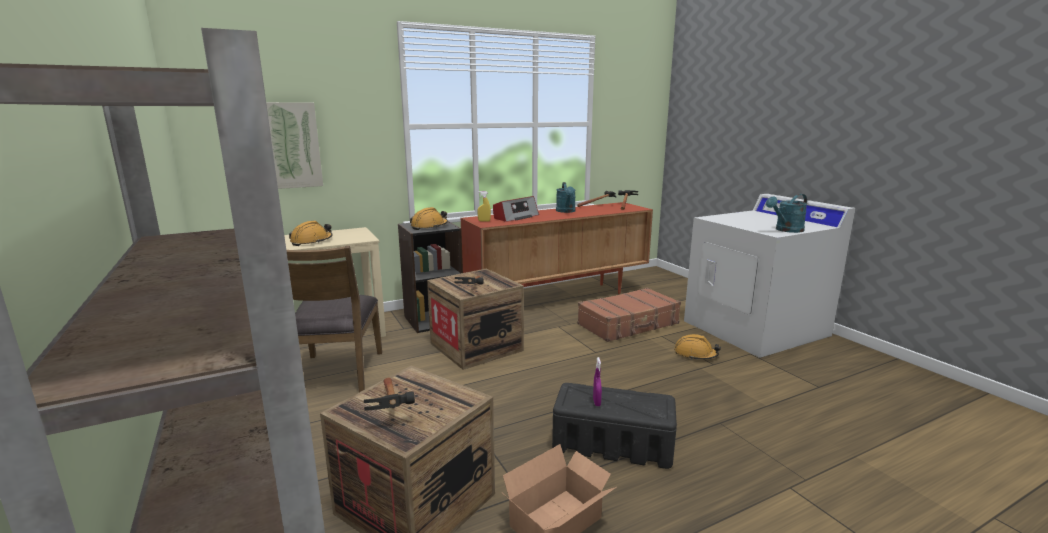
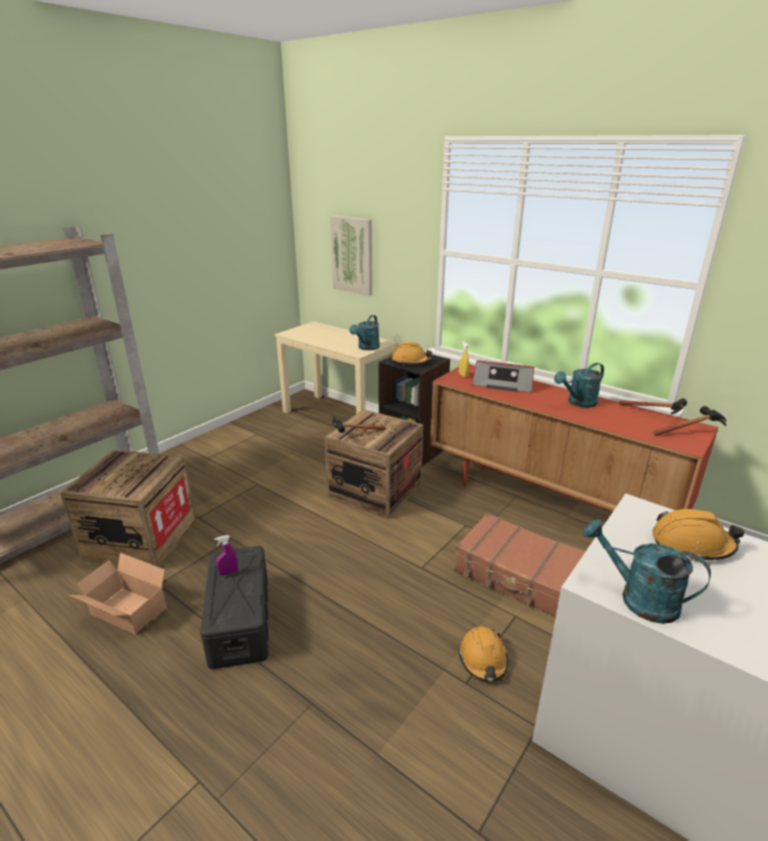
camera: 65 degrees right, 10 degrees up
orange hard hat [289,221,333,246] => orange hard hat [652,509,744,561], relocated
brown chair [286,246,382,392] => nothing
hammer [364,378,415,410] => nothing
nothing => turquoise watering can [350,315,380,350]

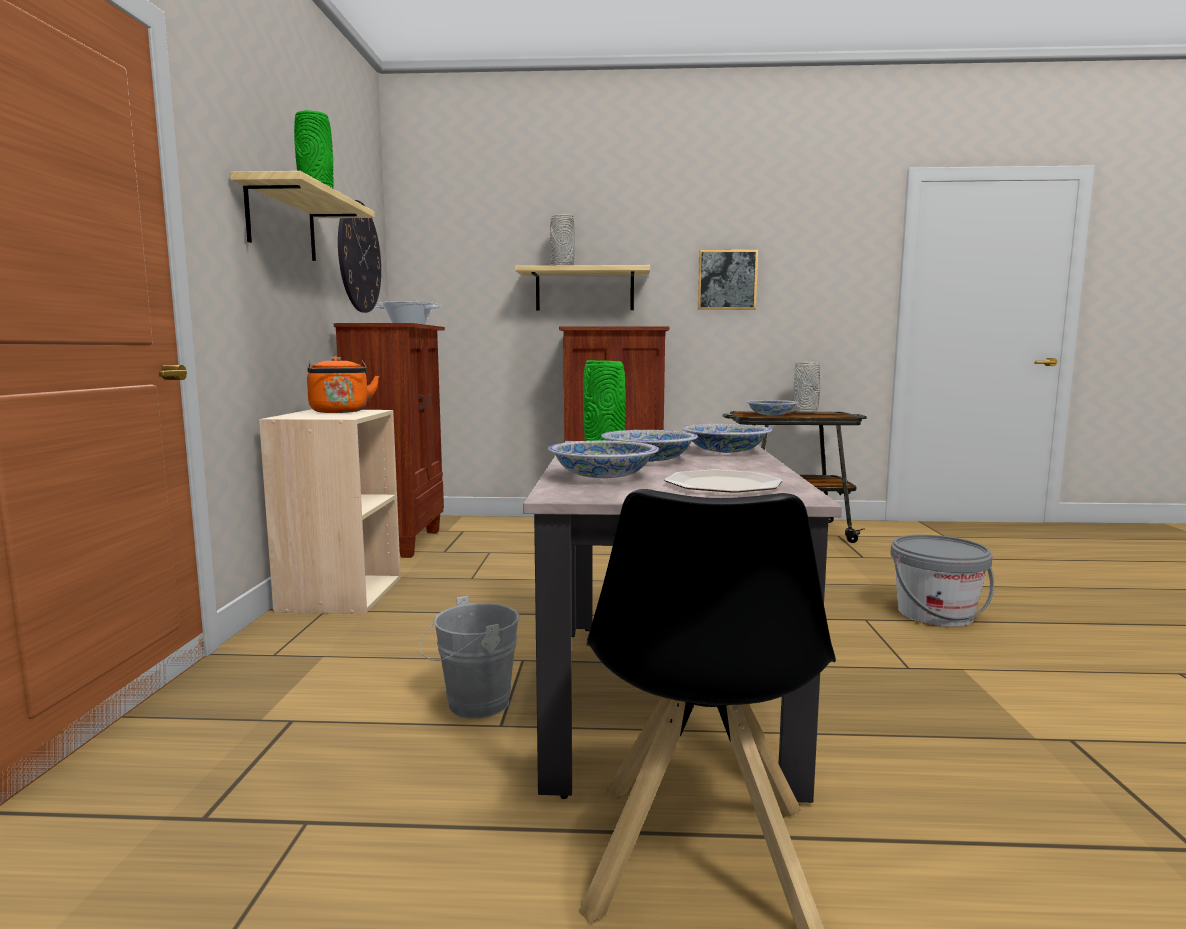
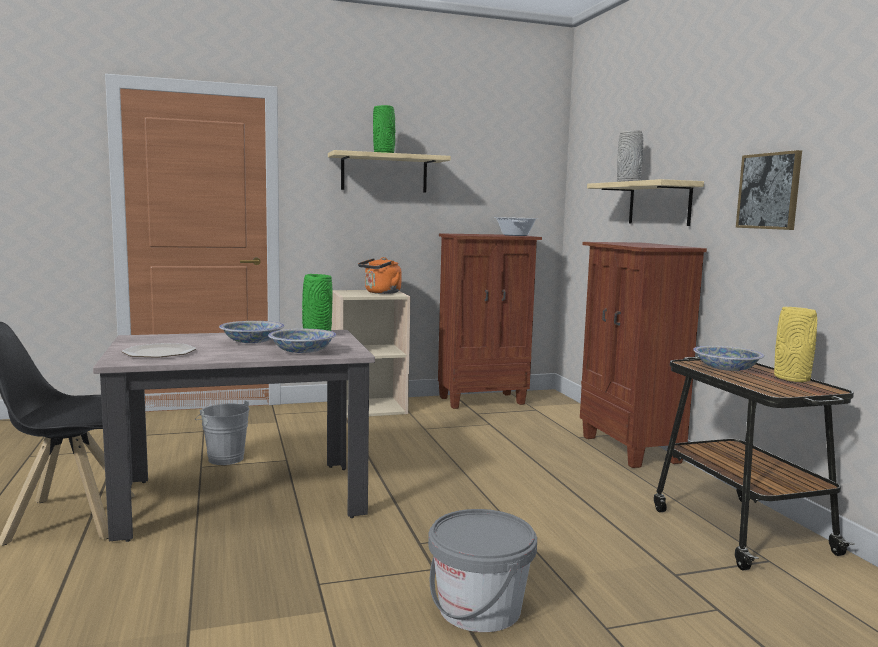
camera: 70 degrees right, 0 degrees up
wall clock [338,200,381,313] => nothing
grey vase [794,362,820,413] => yellow vase [774,307,817,382]
bowl [548,441,659,478] => nothing

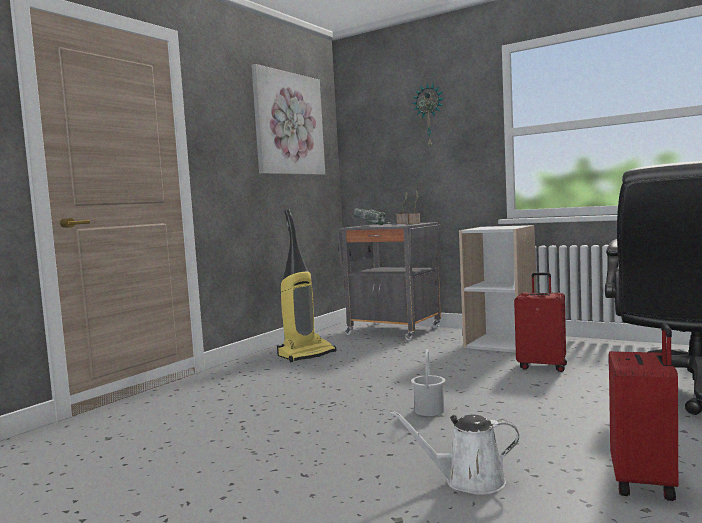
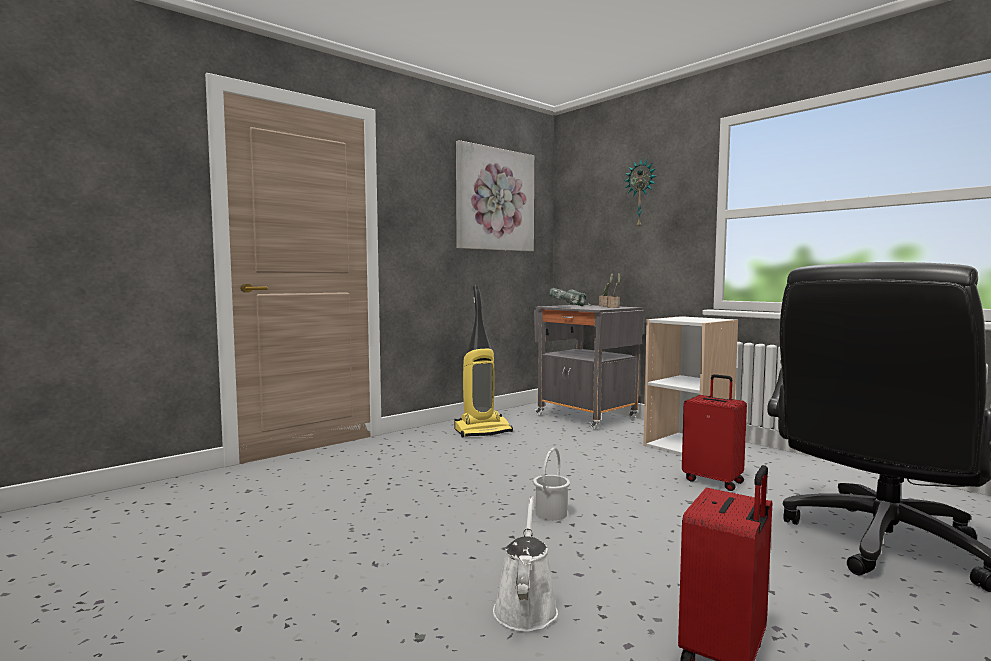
camera: 15 degrees right, 0 degrees up
white watering can [390,410,519,495] => white watering can [493,496,558,632], 75 degrees clockwise

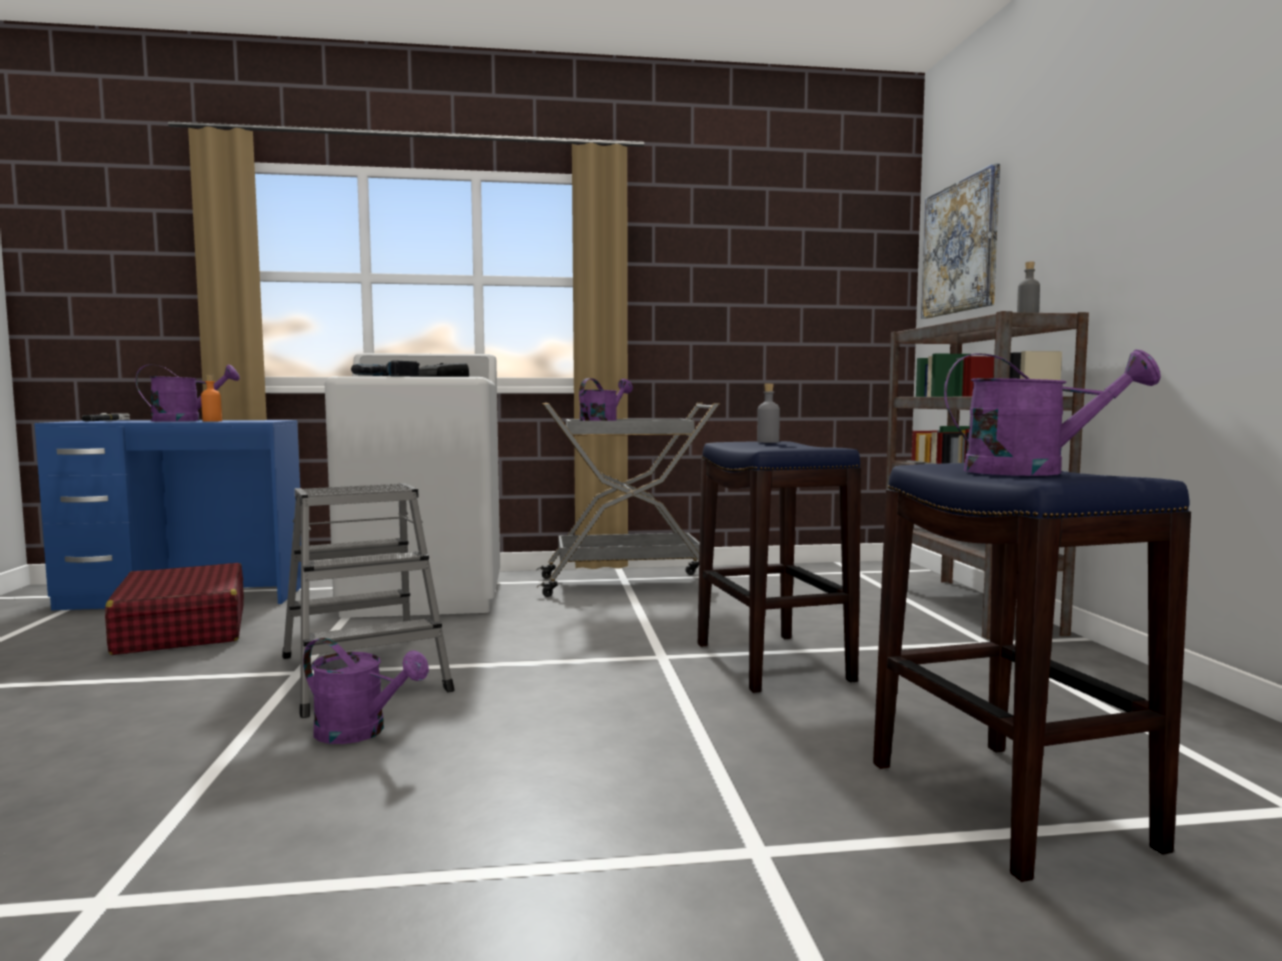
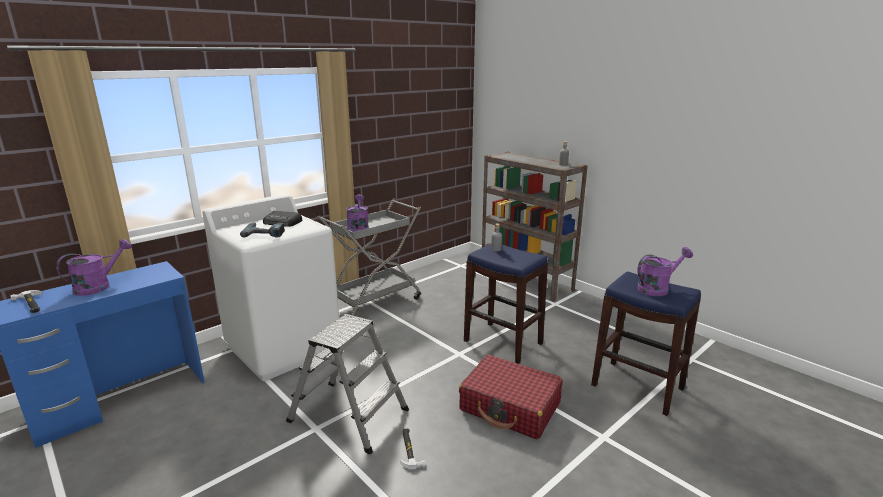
camera: 35 degrees left, 15 degrees up
picture [921,163,1000,319] => nothing
orange bottle [201,375,222,422] => nothing
red suitcase [105,563,244,655] => red suitcase [459,355,563,439], relocated
purple watering can [303,638,429,744] => hammer [400,429,426,469]

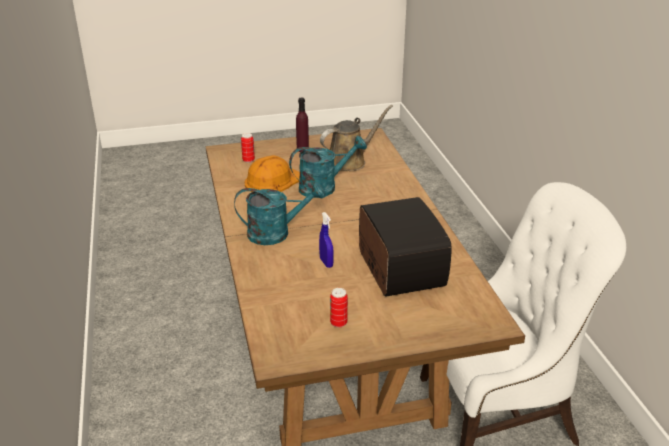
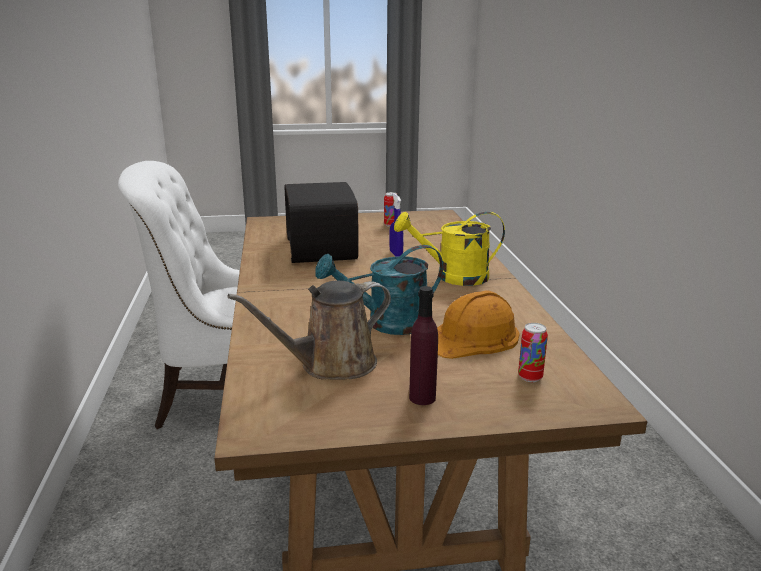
camera: 175 degrees left, 10 degrees down
turquoise watering can [234,182,325,245] => yellow watering can [394,212,505,286]

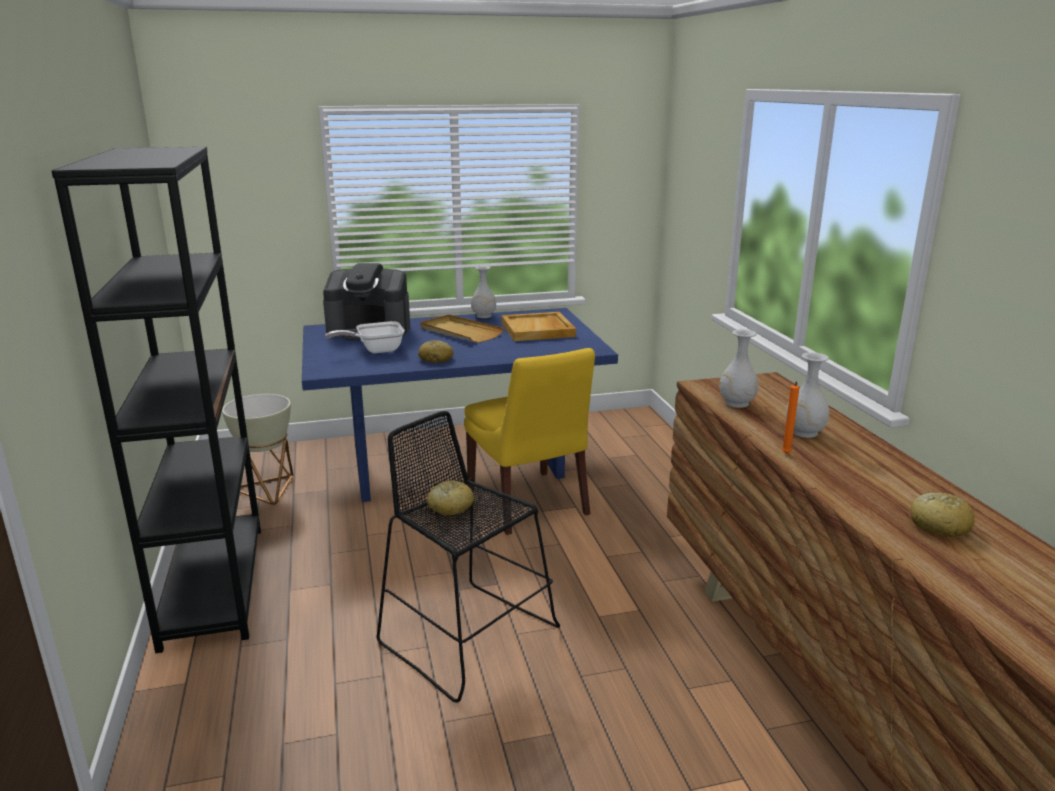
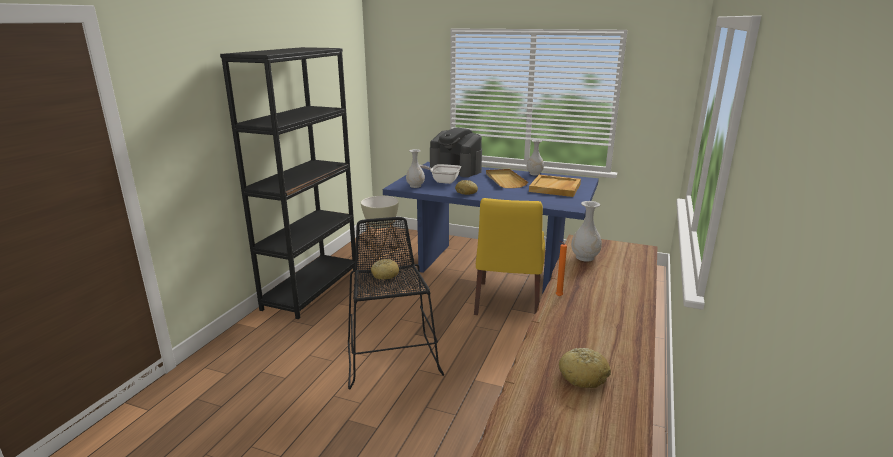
camera: 35 degrees right, 0 degrees up
white vase [786,352,829,438] => white vase [406,149,425,188], relocated

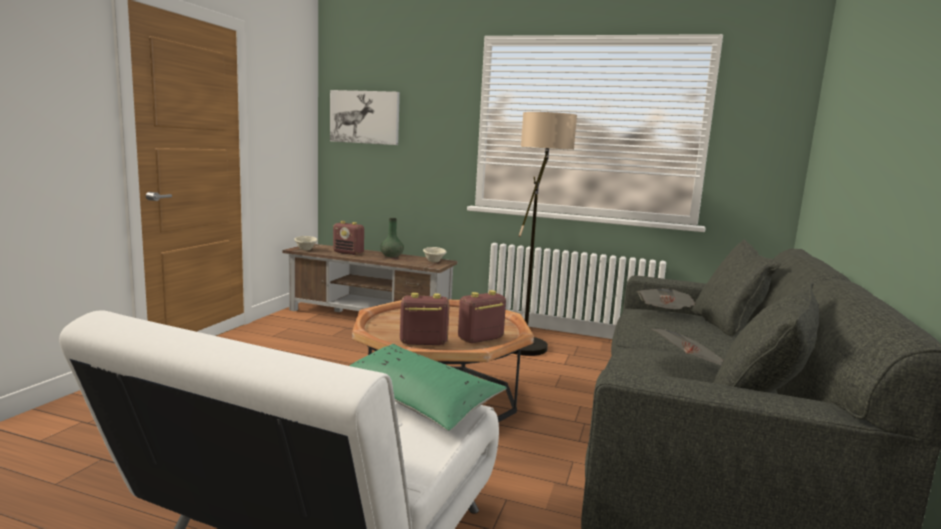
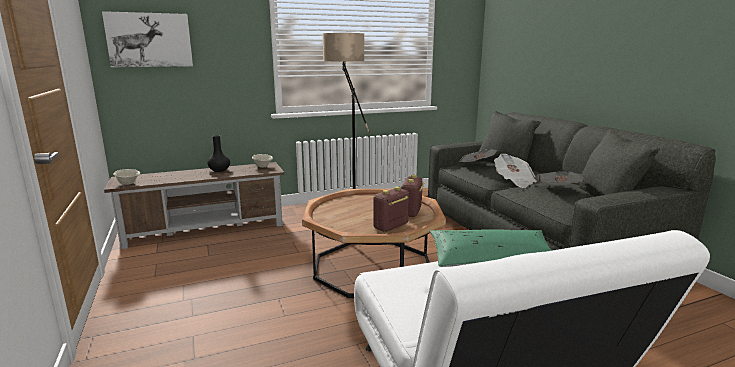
camera: 40 degrees left, 5 degrees up
green vase [380,218,404,257] => black vase [207,135,230,172]
radio [333,221,364,255] => nothing
nothing => newspaper [494,154,537,188]

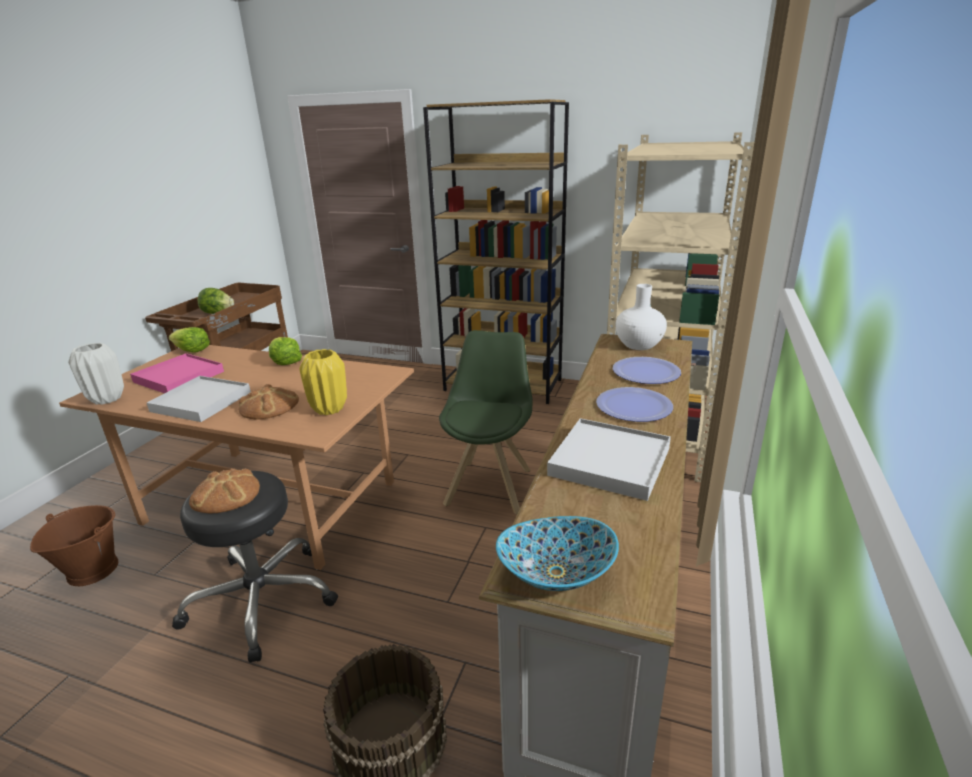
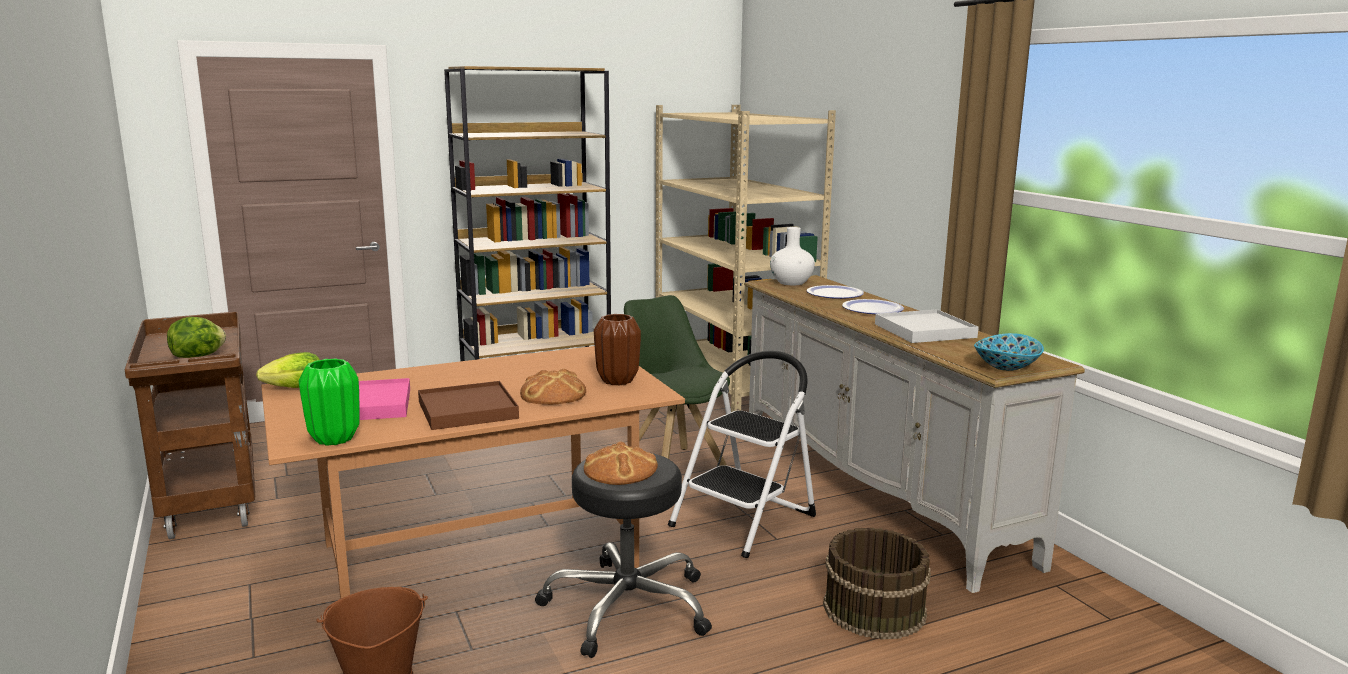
camera: 45 degrees left, 10 degrees down
lettuce [269,337,302,365] => nothing
white vase [68,343,124,405] => green vase [299,358,360,446]
yellow vase [299,349,347,415] => brown vase [594,314,641,385]
white tray [147,376,251,422] => brown tray [418,381,519,430]
nothing => step ladder [668,351,816,558]

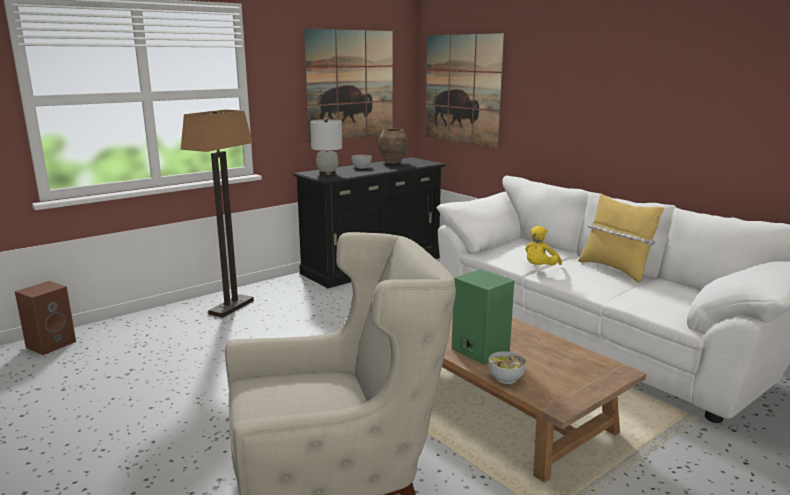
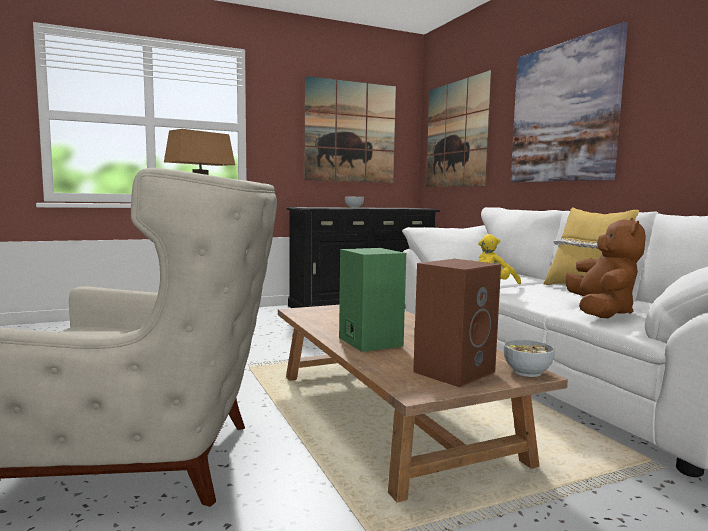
camera: 15 degrees right, 10 degrees down
white table lamp [310,118,342,175] => nothing
brown vase [379,129,407,164] => nothing
brown speaker [15,281,76,355] => brown speaker [413,259,501,387], relocated
bowl [488,351,526,384] => bowl [504,340,555,377], relocated
nothing => picture [511,22,628,182]
nothing => brown plush toy [565,218,646,318]

